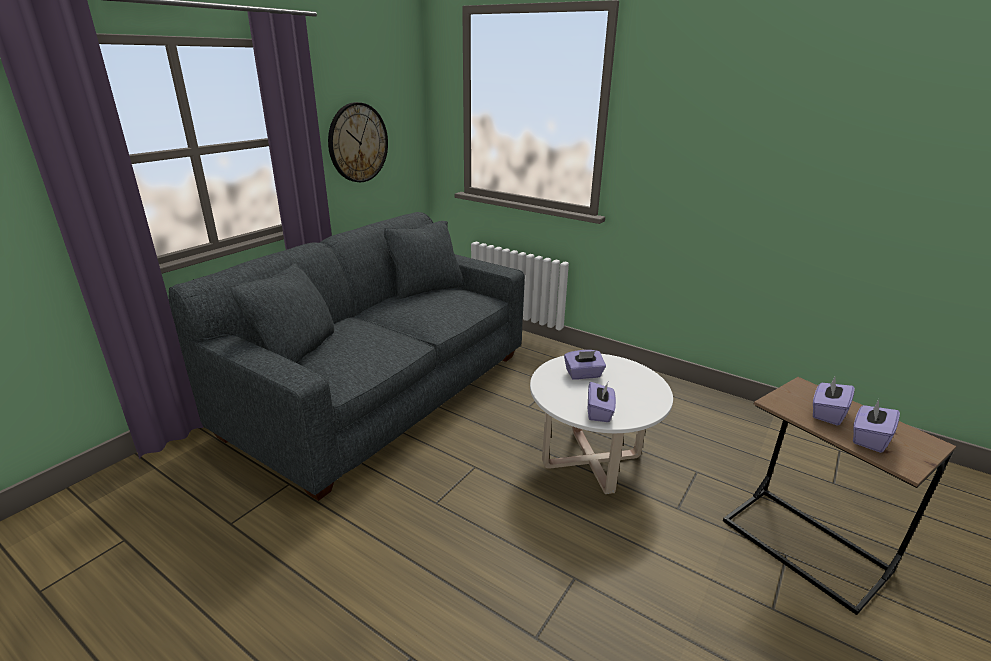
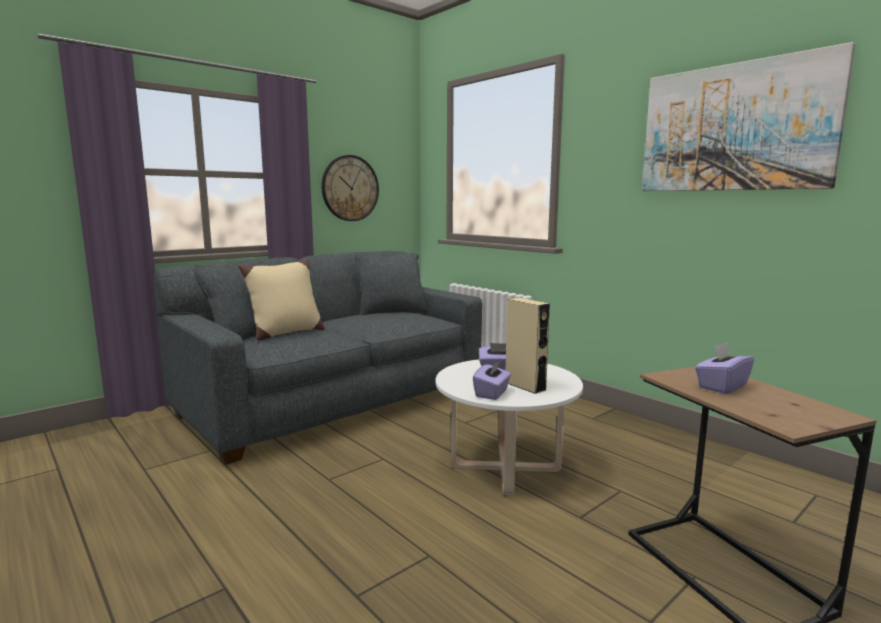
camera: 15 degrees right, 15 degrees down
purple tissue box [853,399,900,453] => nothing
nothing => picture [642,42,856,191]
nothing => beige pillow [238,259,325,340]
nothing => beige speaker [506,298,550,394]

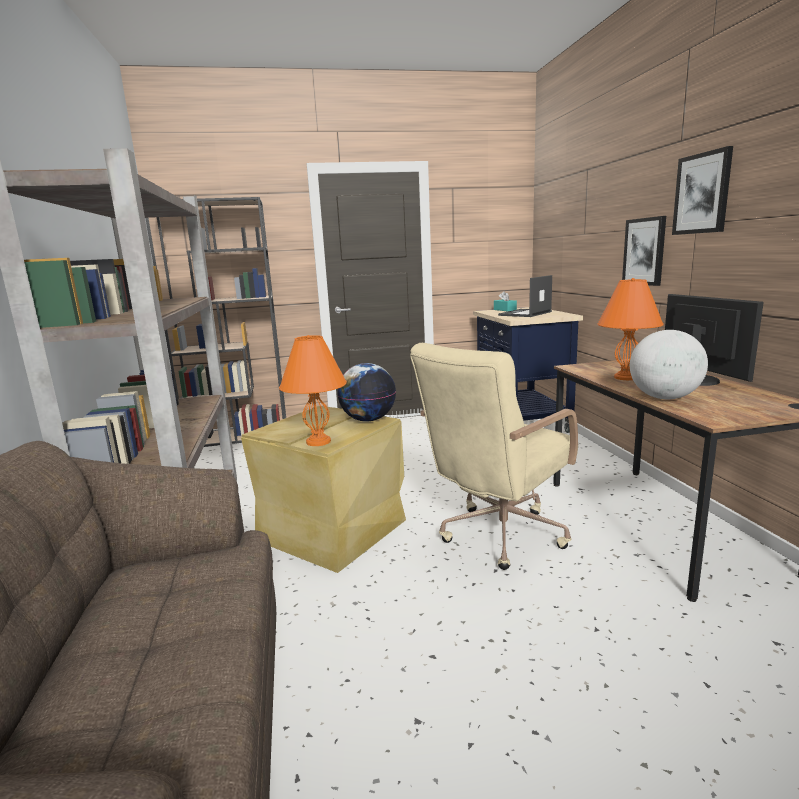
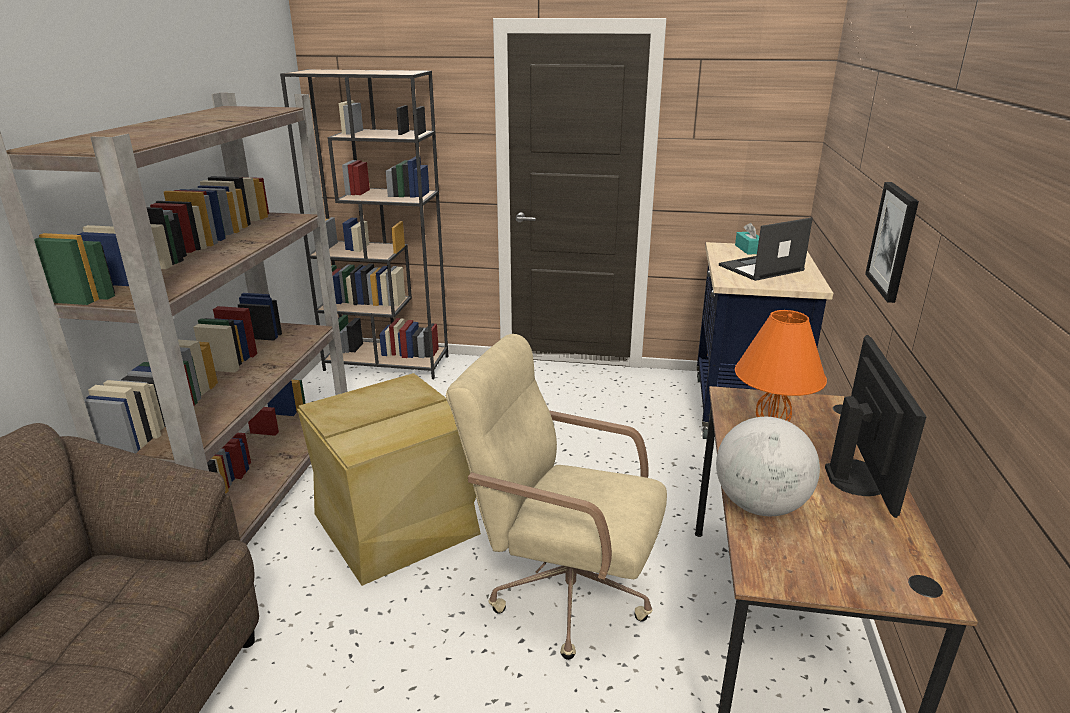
camera: 20 degrees right, 10 degrees up
picture [672,146,733,235] => nothing
orange table lamp [279,335,347,446] => nothing
beige office chair [410,343,578,570] => beige office chair [446,334,667,660], 45 degrees clockwise
globe [337,363,396,421] => nothing

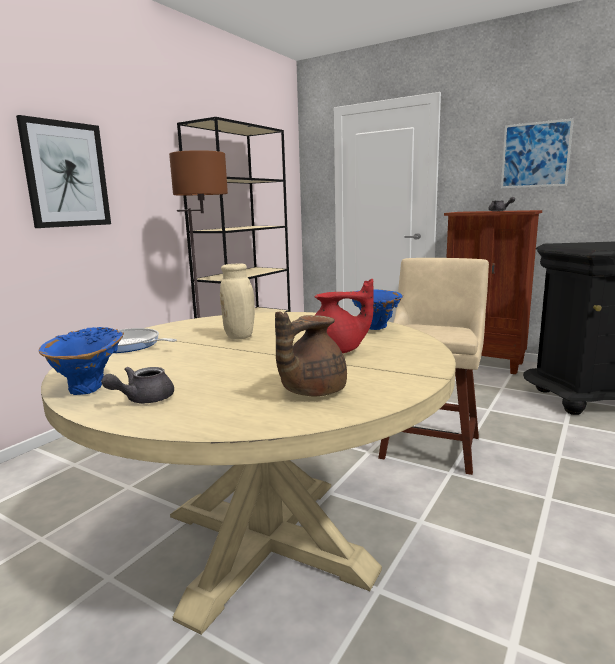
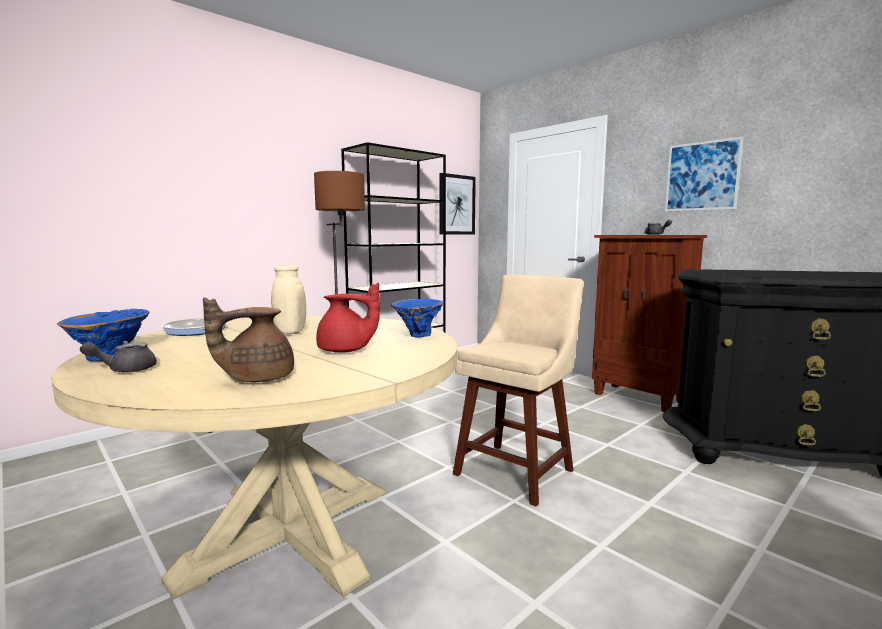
camera: 15 degrees right, 5 degrees down
picture [16,115,111,228] => picture [439,173,476,235], relocated

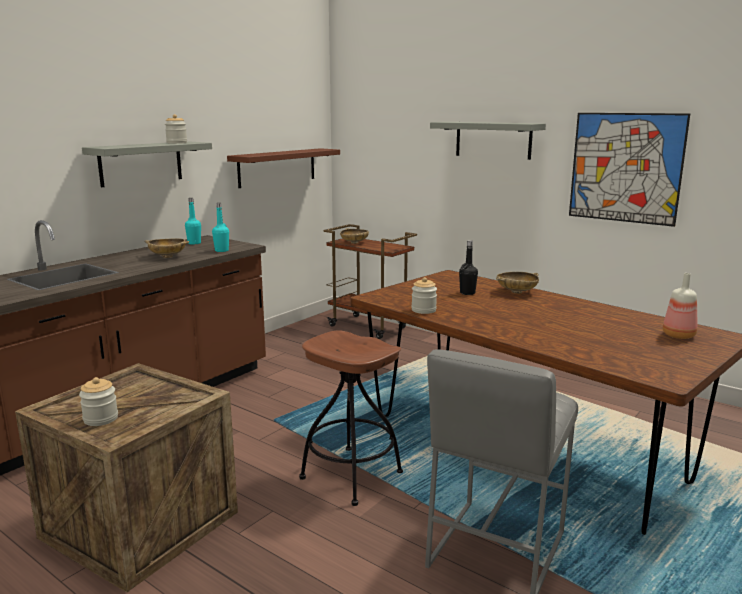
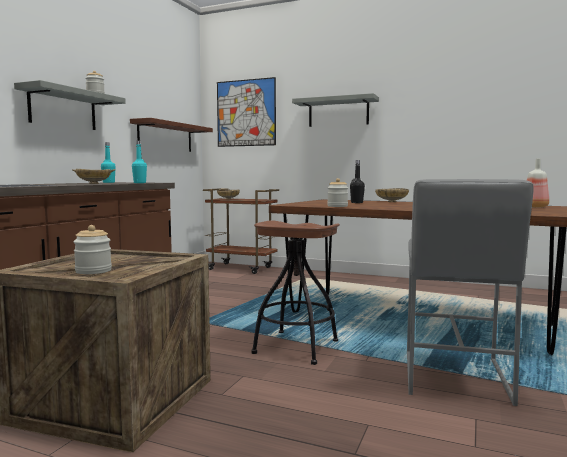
camera: 15 degrees left, 10 degrees down
picture [569,113,690,227] => picture [217,77,276,147], relocated

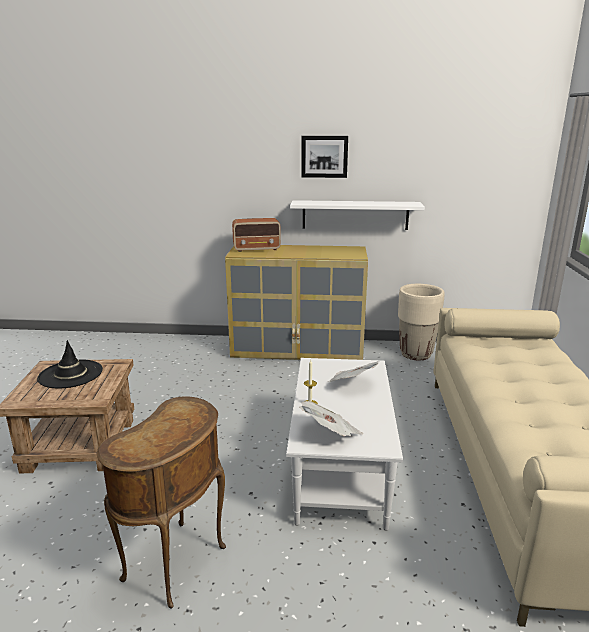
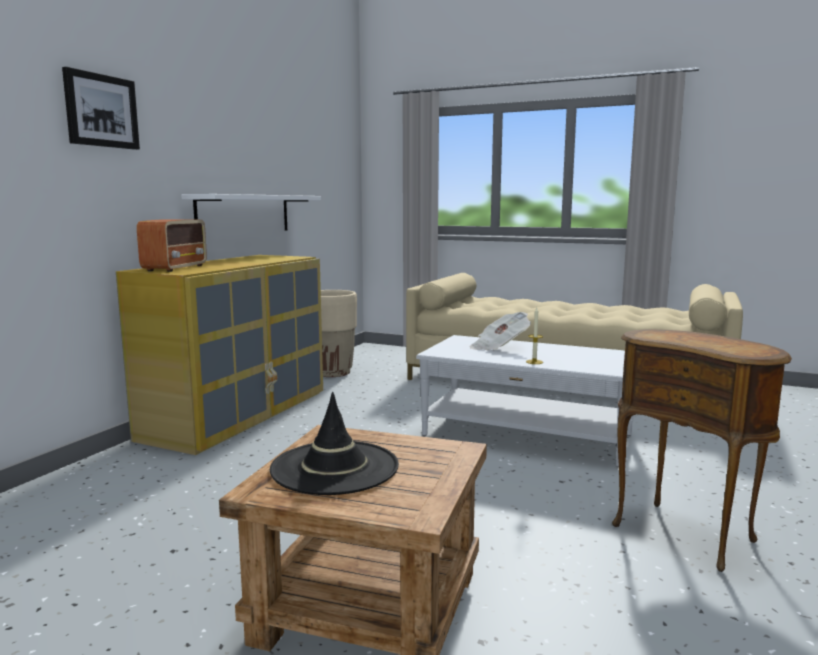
camera: 70 degrees left, 10 degrees down
picture [301,136,348,178] => picture [62,67,140,150], relocated
newspaper [299,401,363,437] => nothing

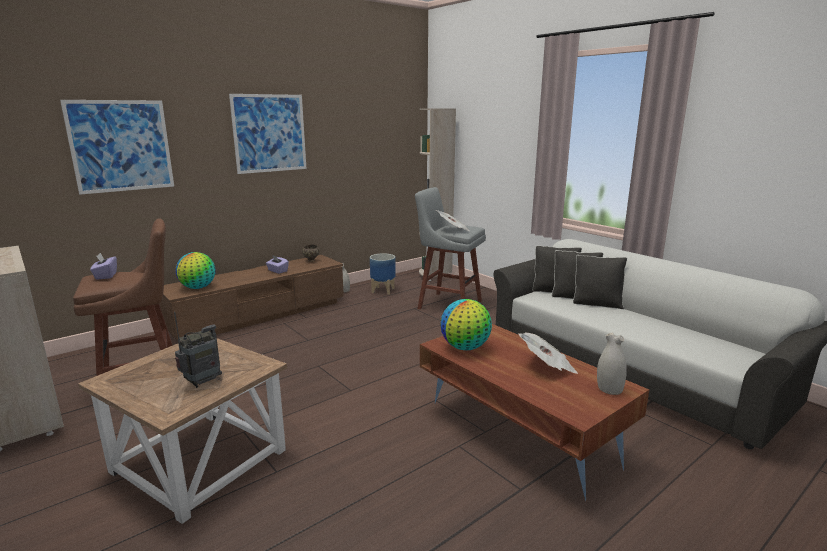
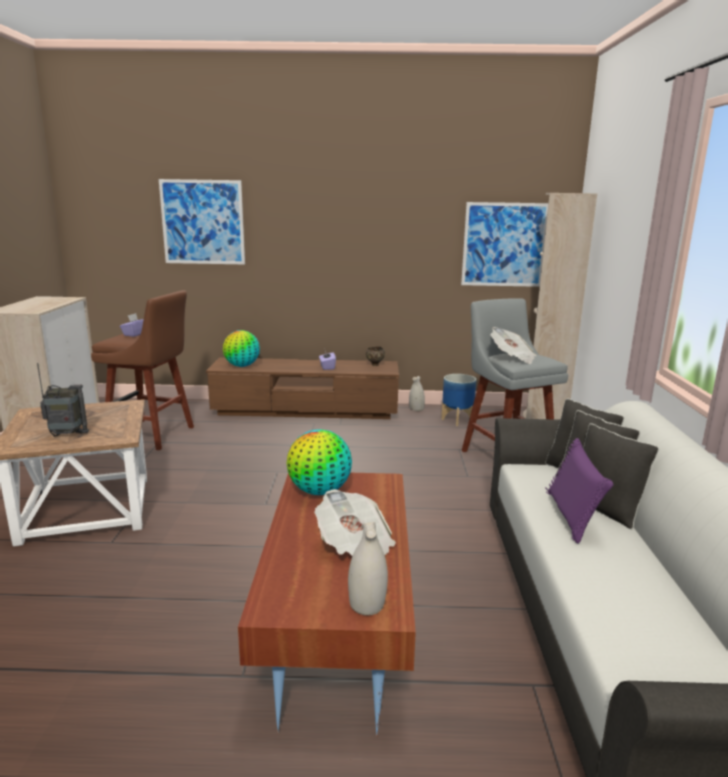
camera: 40 degrees right, 0 degrees up
picture [229,94,307,174] => picture [461,202,548,287], relocated
nothing => purple pillow [546,438,614,544]

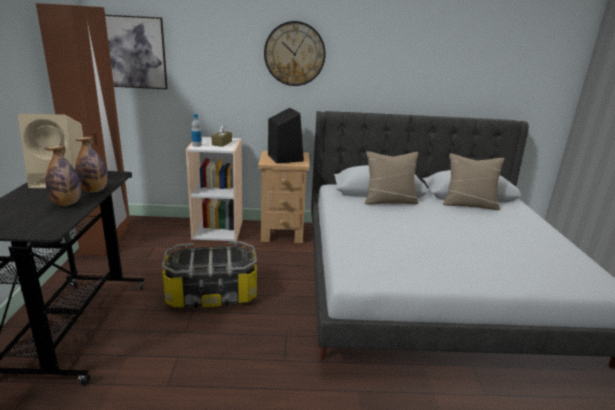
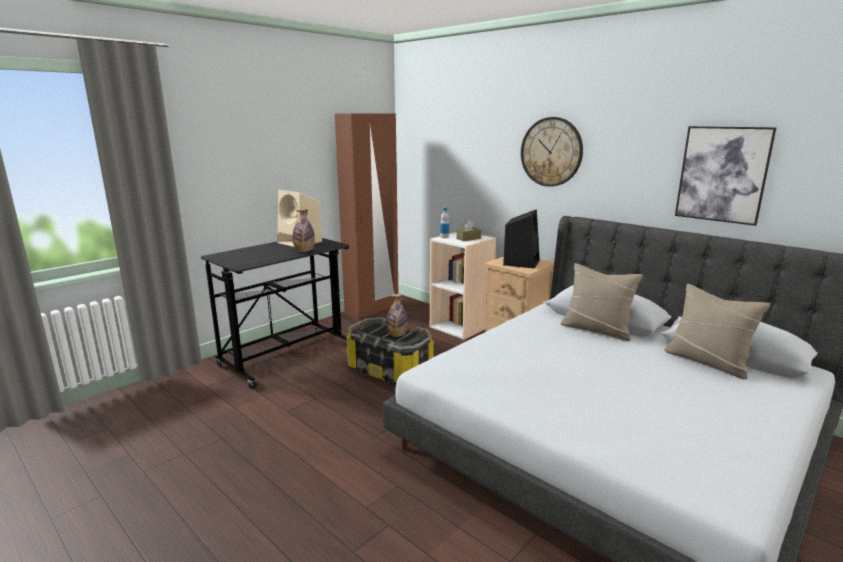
camera: 45 degrees right, 5 degrees down
picture [105,14,168,89] => picture [675,126,777,226], relocated
bottle [46,145,81,206] => bottle [386,294,408,337], relocated

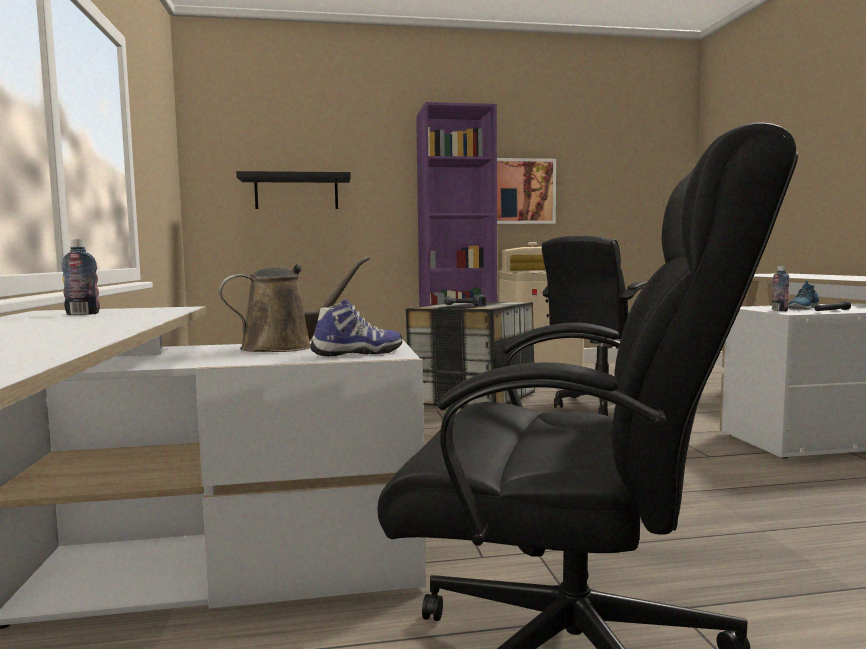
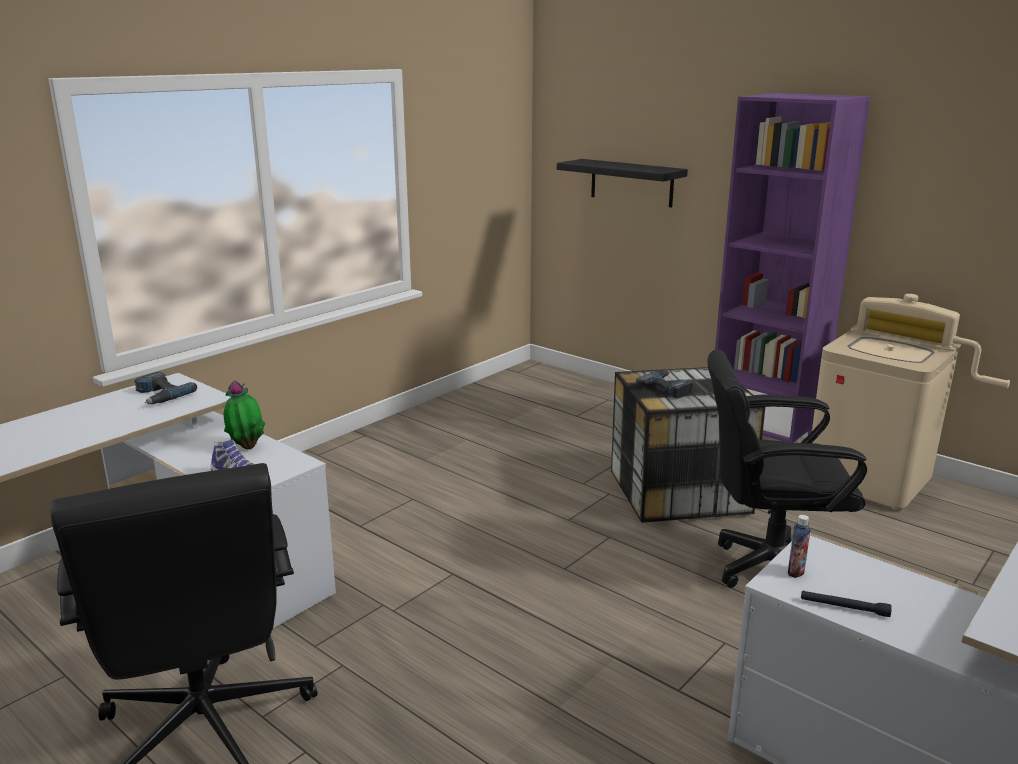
camera: 50 degrees right, 15 degrees up
picture [497,158,556,224] => nothing
bottle [61,239,100,315] => power drill [134,372,197,404]
brown watering can [219,256,370,352] => potted plant [224,381,266,449]
shoe [788,281,819,310] => nothing

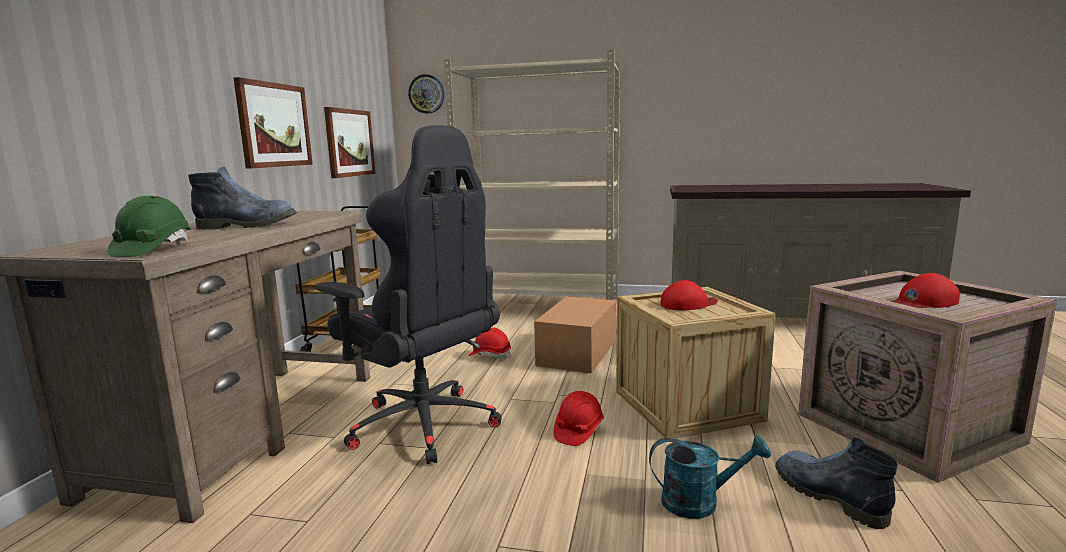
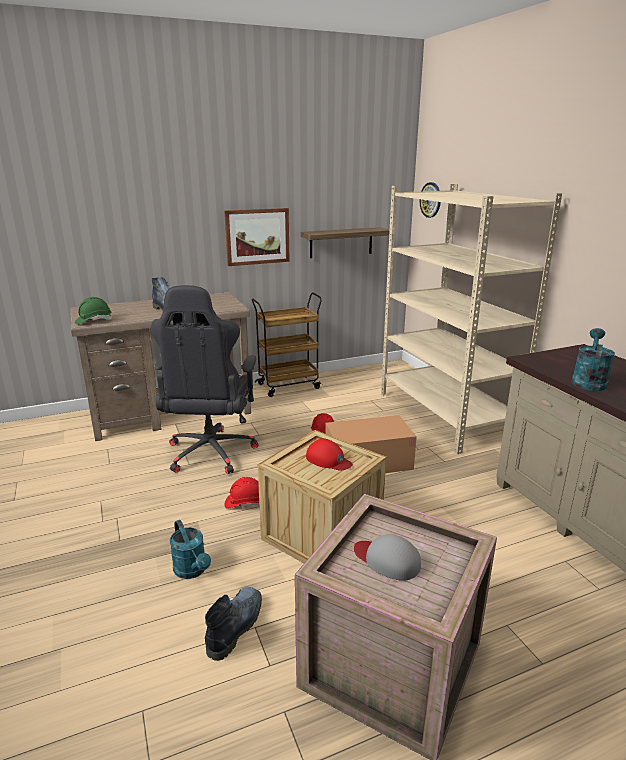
camera: 55 degrees right, 10 degrees up
picture [324,107,375,178] => shelf [301,227,390,258]
red cap [891,273,960,308] => grey cap [354,534,421,581]
nothing => turquoise watering can [571,328,615,391]

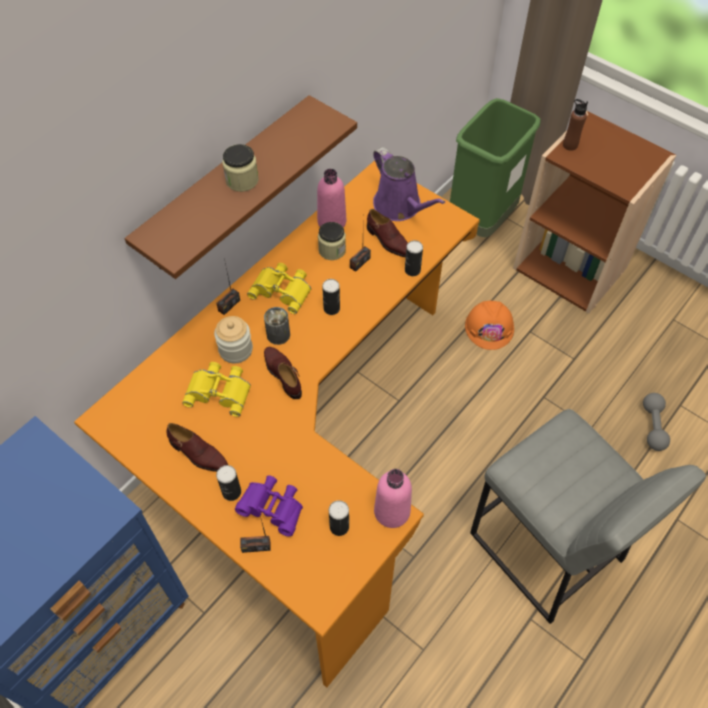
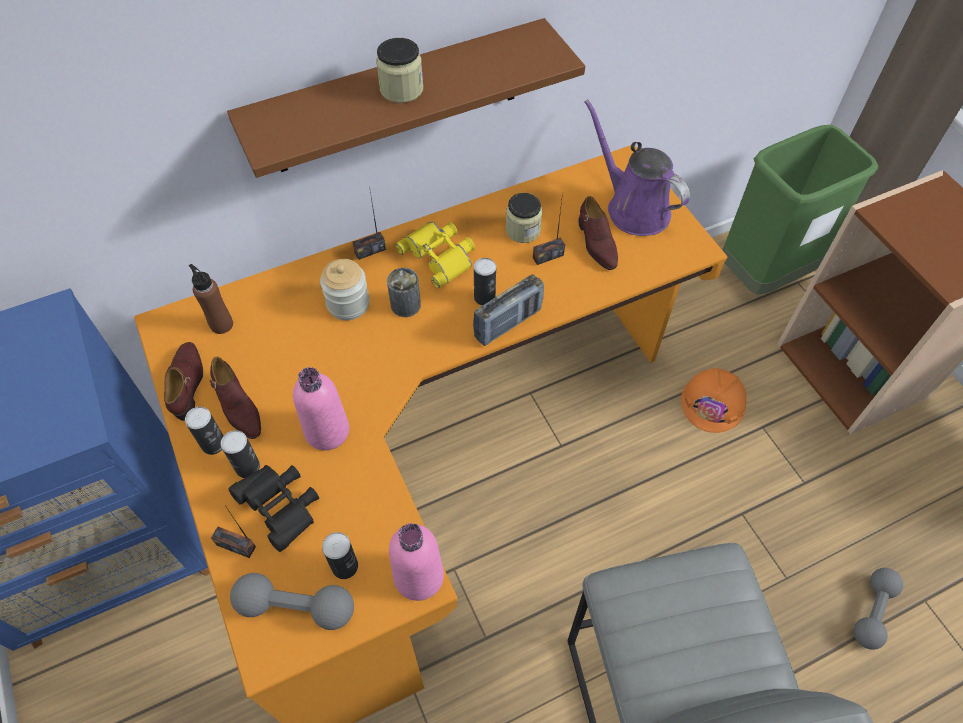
camera: 25 degrees right, 0 degrees up
brown bottle [563,99,588,151] => brown bottle [189,264,233,334], relocated
purple watering can [373,147,445,221] => purple watering can [585,99,690,236], 150 degrees clockwise
pink bottle [317,169,346,228] => pink bottle [293,367,349,450], relocated
can [405,240,423,276] => can [185,407,223,455], relocated
brown shoe [264,347,302,399] => brown shoe [164,342,203,421], relocated
yellow binoculars [182,362,251,417] => nothing
purple binoculars [235,476,303,537] => black binoculars [229,465,319,552]
nothing => radio [473,274,544,346]
nothing => grey dumbbell [230,573,354,630]

